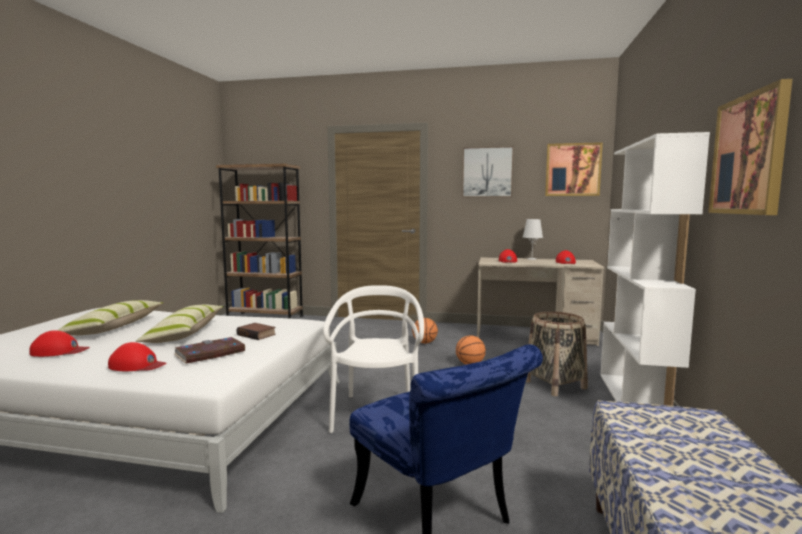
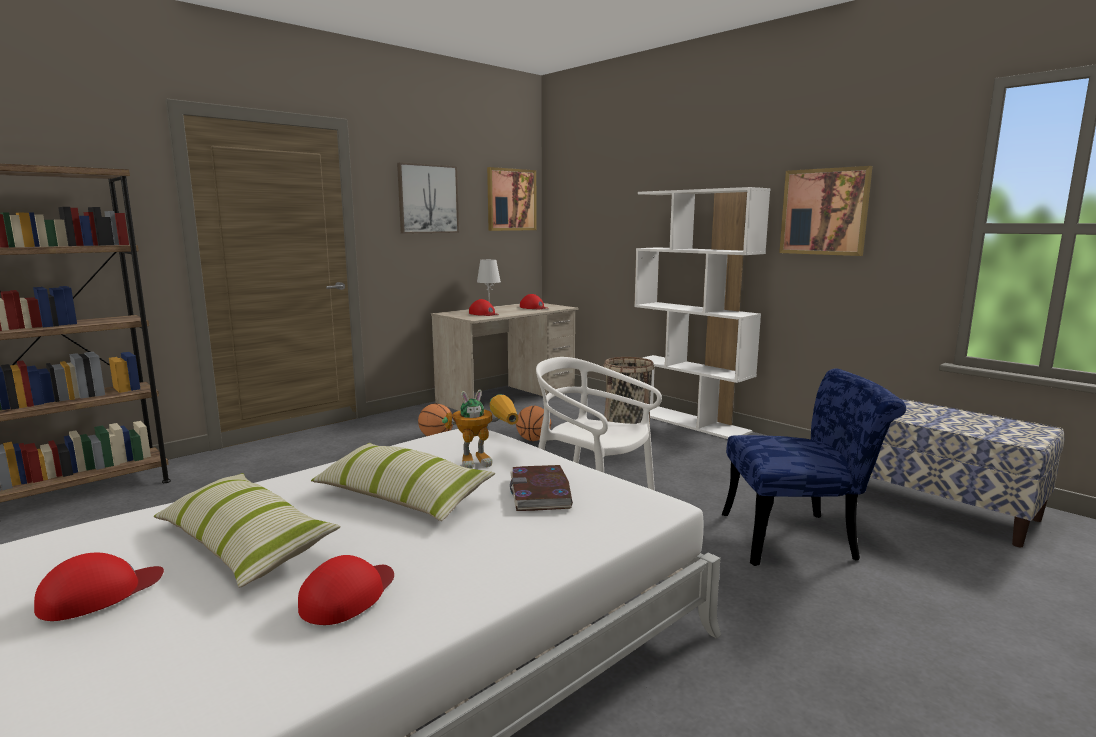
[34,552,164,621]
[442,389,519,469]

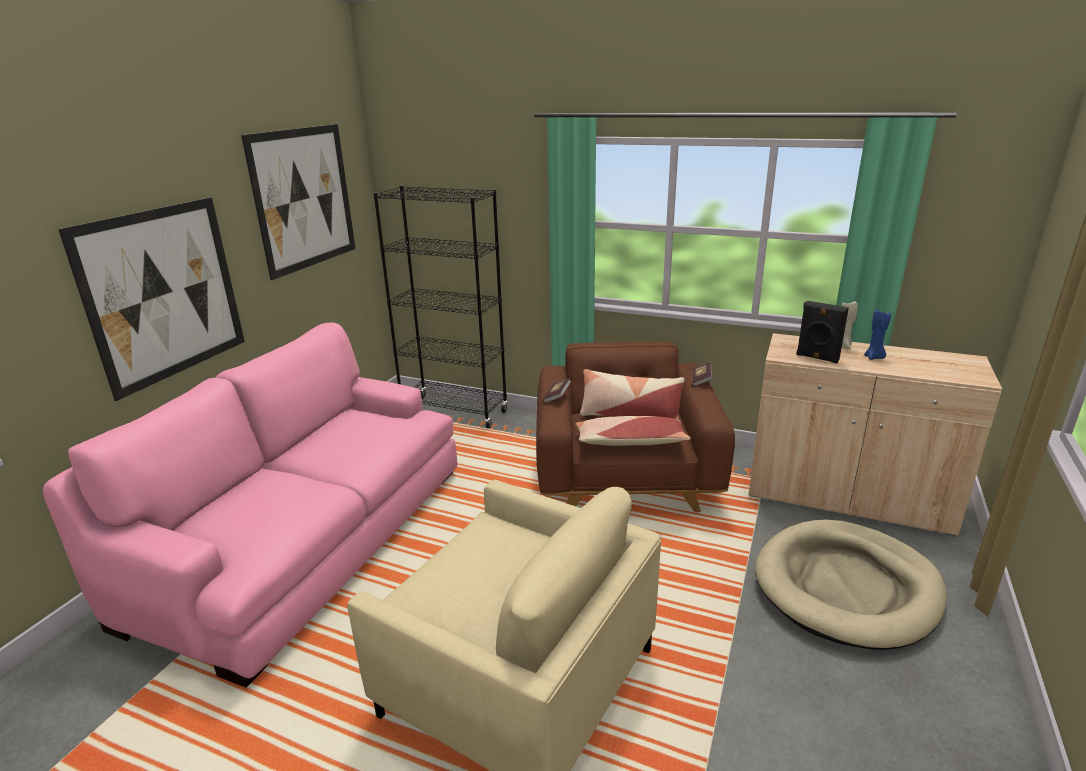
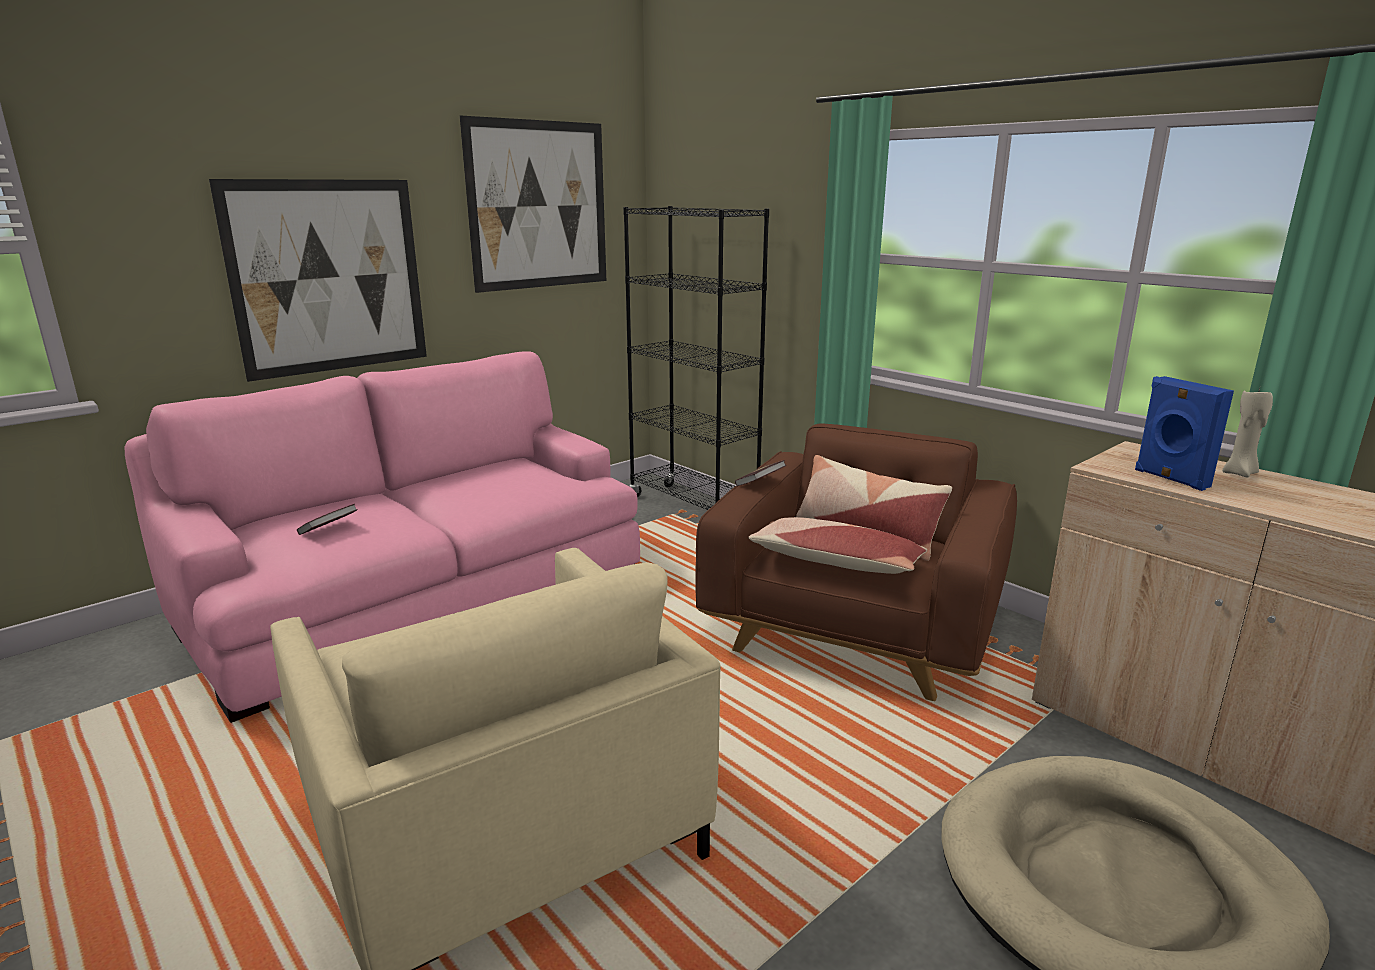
[297,504,358,535]
[1135,376,1234,491]
[864,309,891,360] (first image)

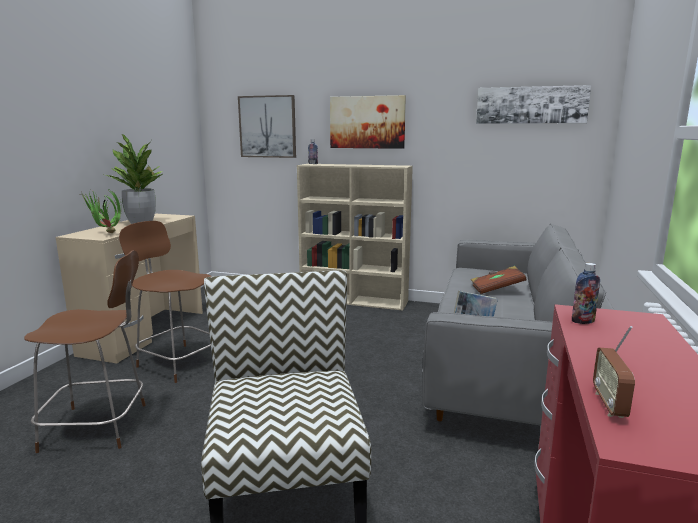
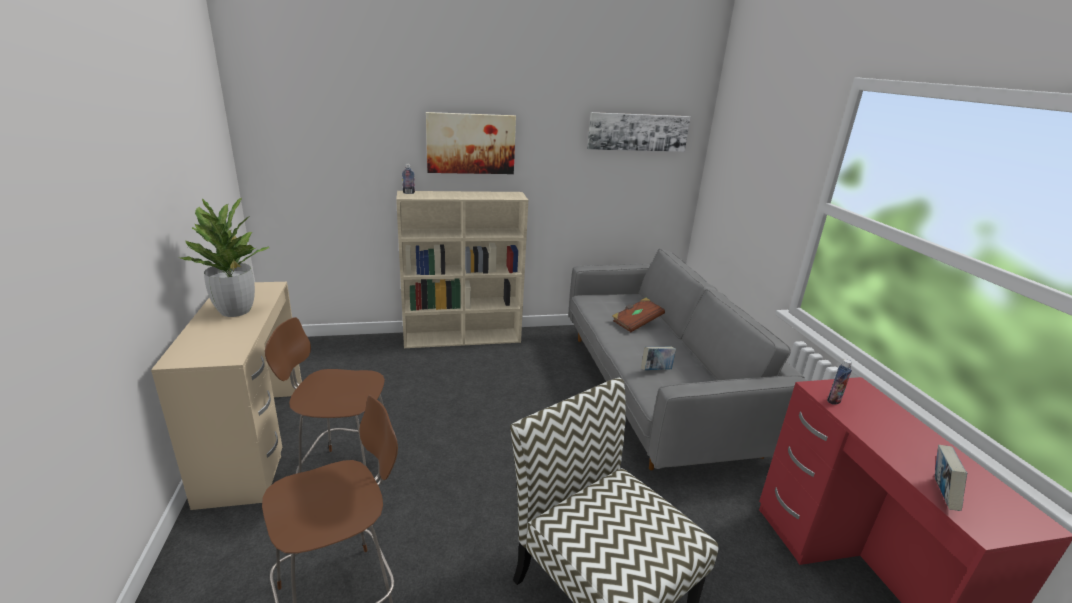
[935,445,967,511]
[80,188,122,233] (first image)
[238,95,296,158] (first image)

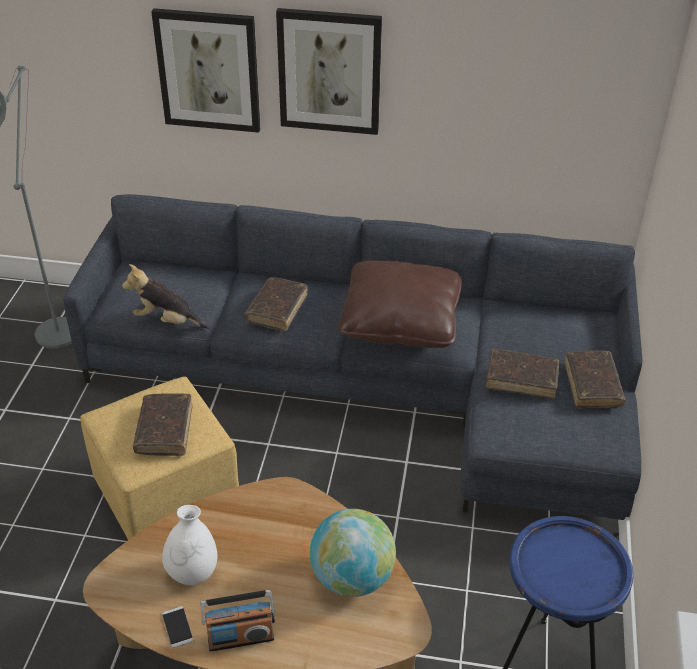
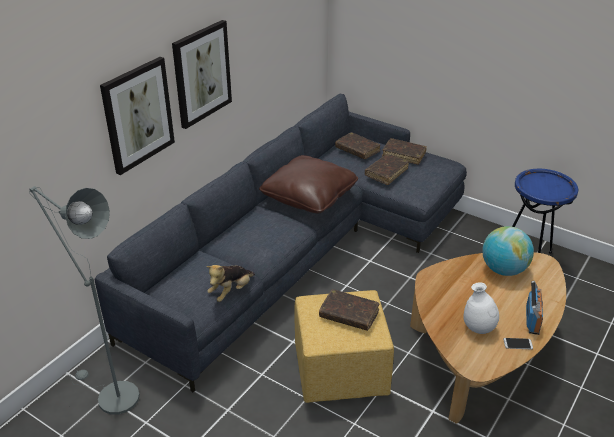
[335,132,380,159]

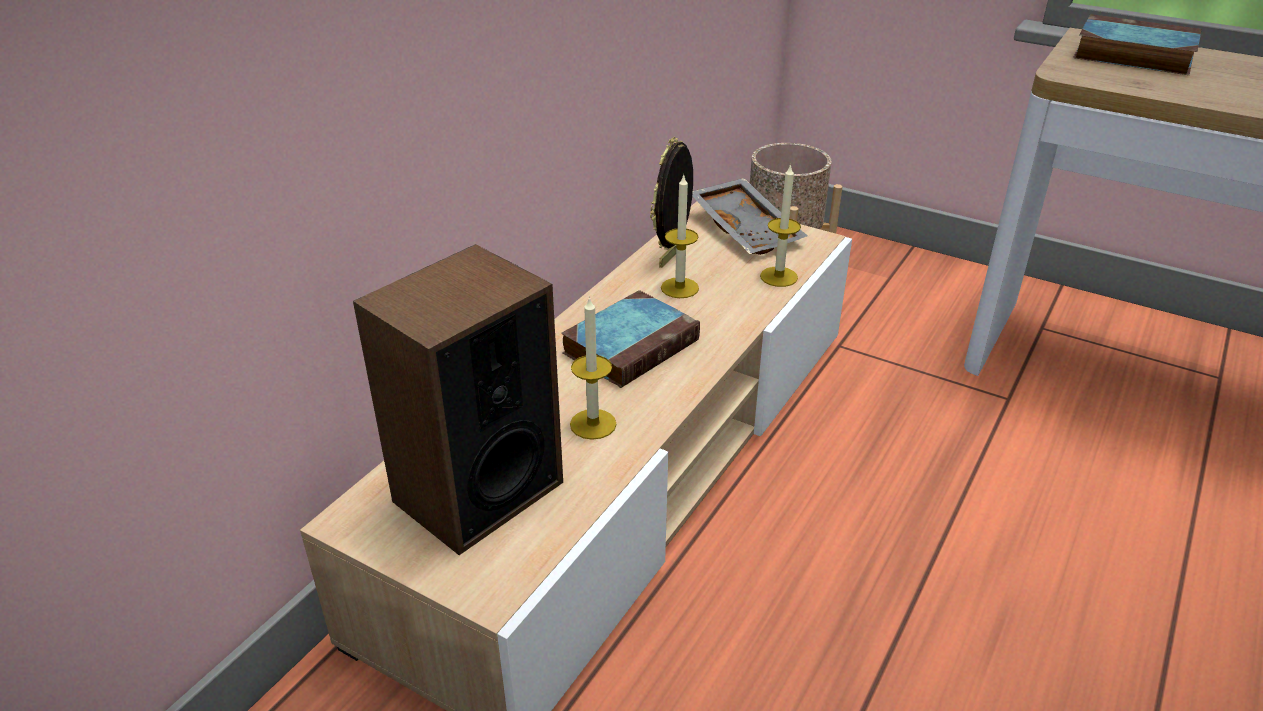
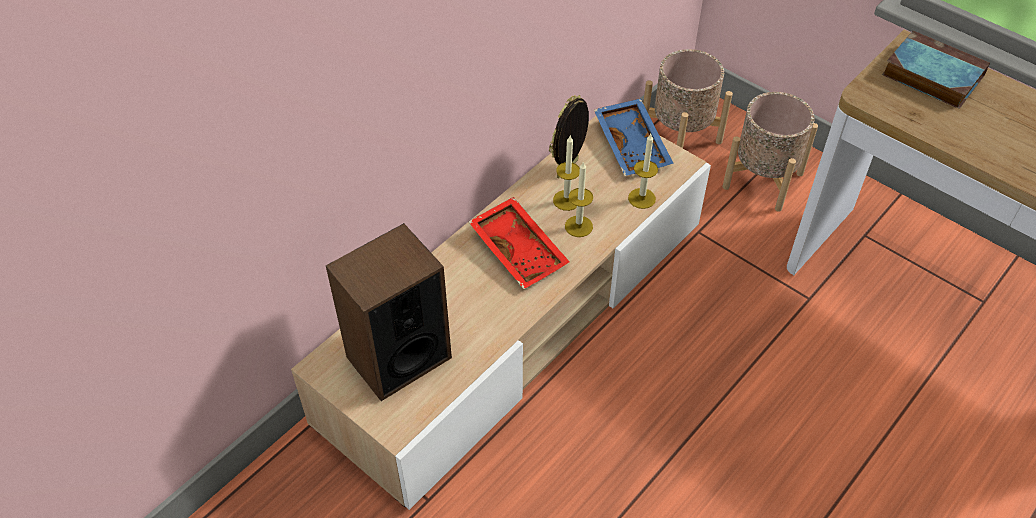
[468,197,570,289]
[565,161,593,237]
[594,99,674,176]
[722,92,818,212]

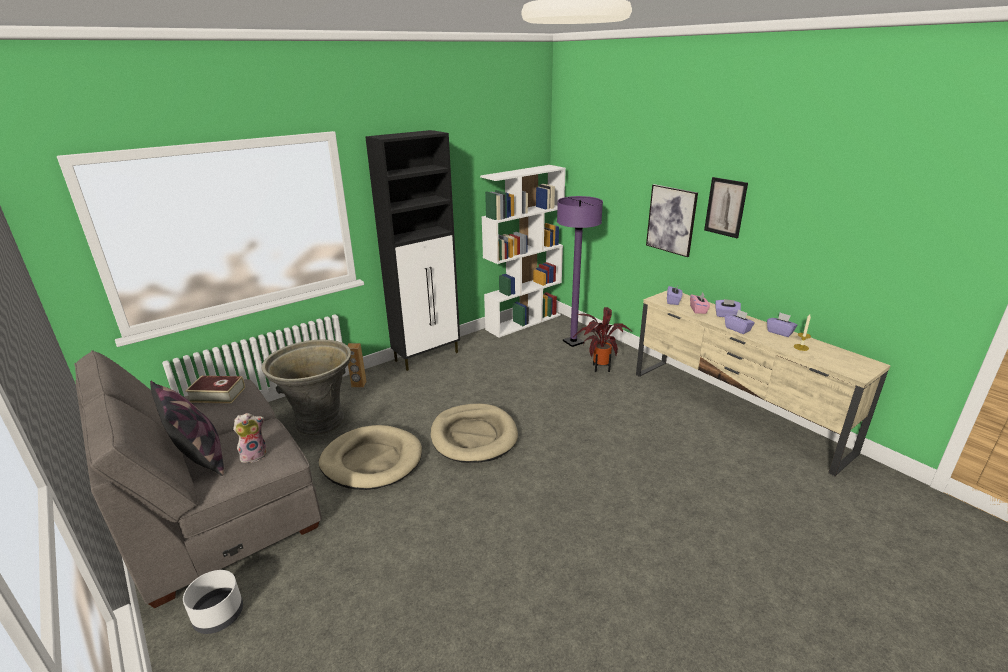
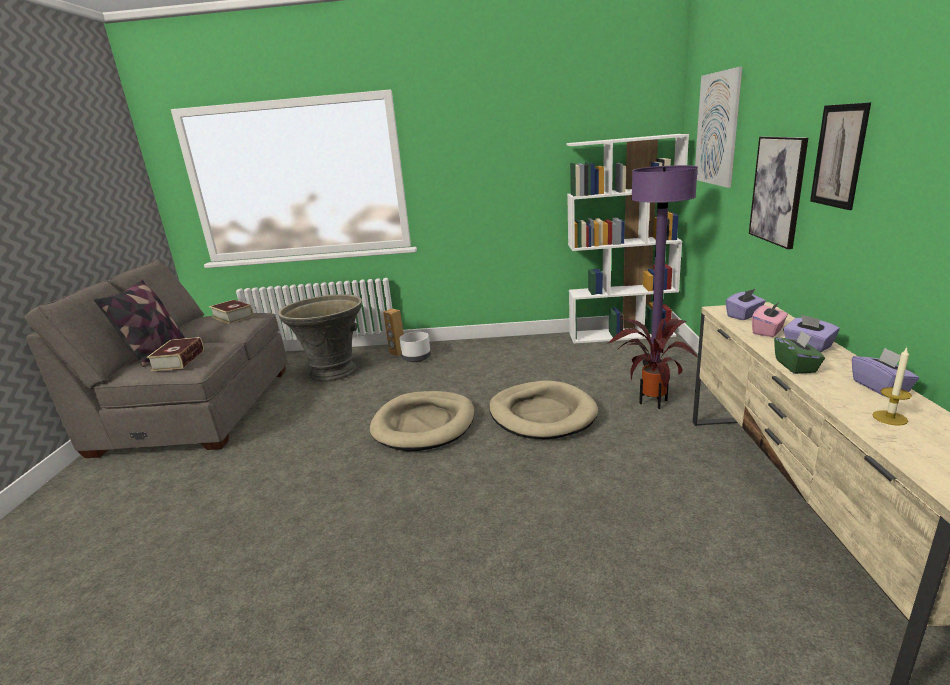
[146,337,204,371]
[399,332,431,362]
[489,381,598,439]
[695,66,742,188]
[774,331,825,374]
[365,130,460,371] (first image)

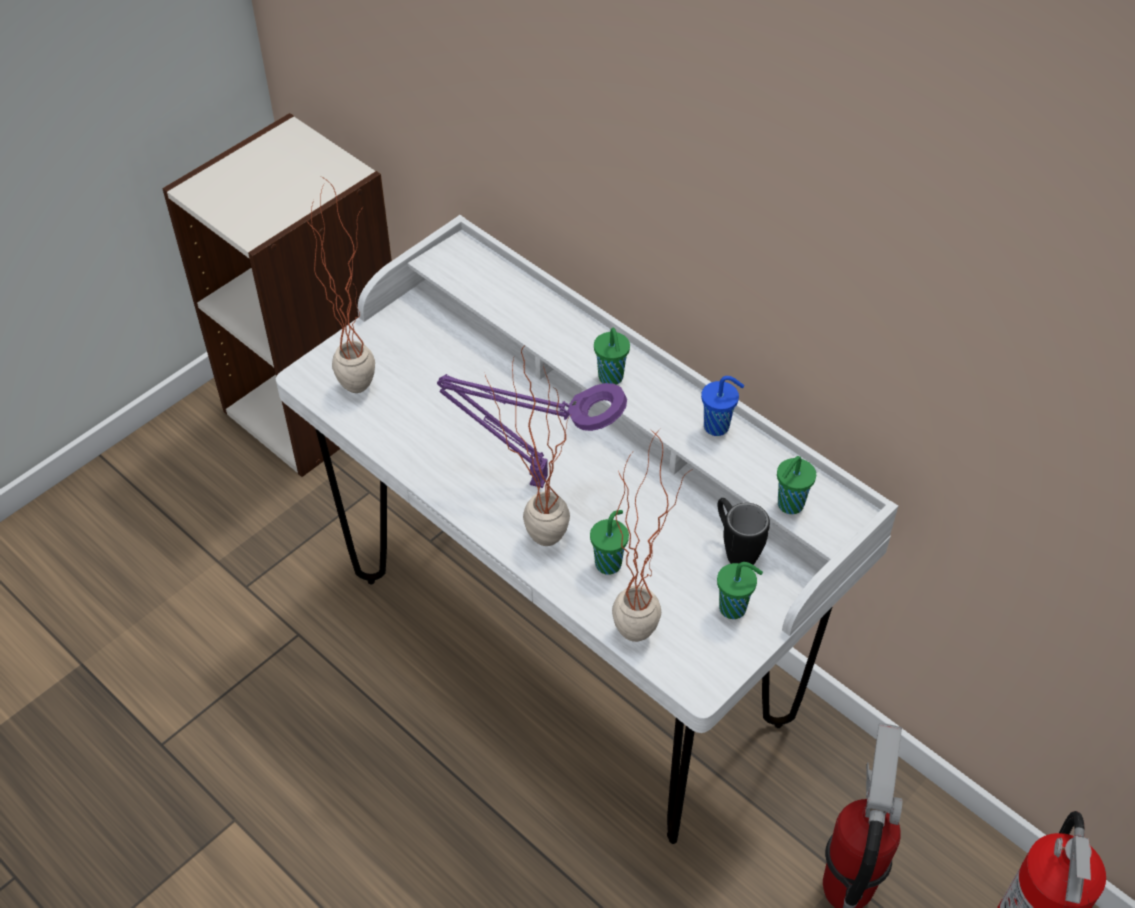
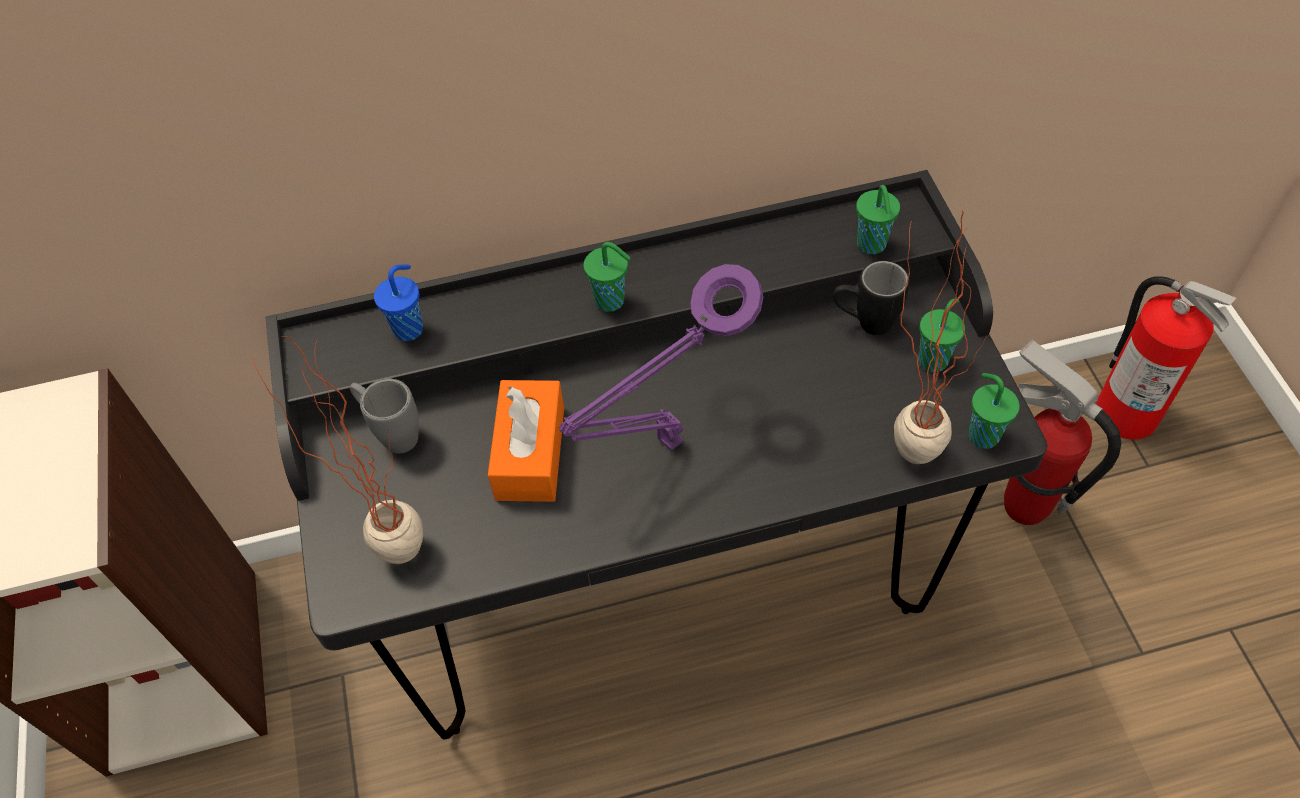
[265,170,1047,740]
[350,379,419,453]
[374,265,423,341]
[488,380,564,502]
[968,373,1020,449]
[485,345,573,546] (first image)

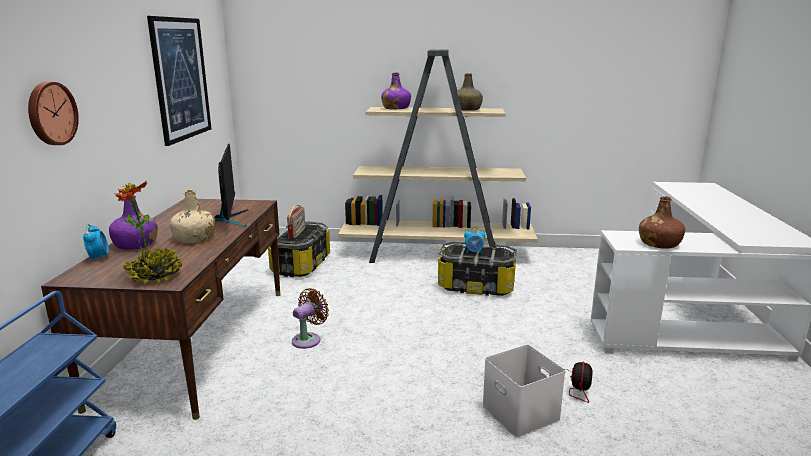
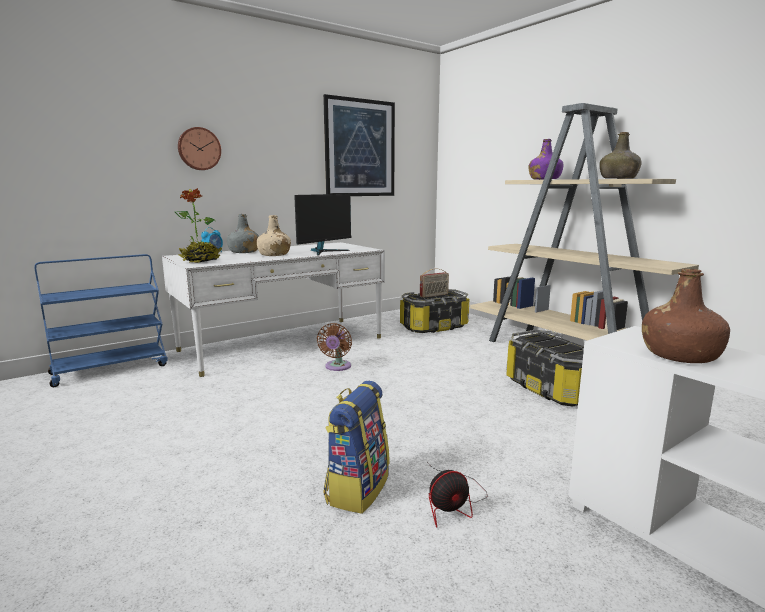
[162,242,385,377]
[227,214,259,253]
[317,323,352,371]
[323,381,389,514]
[464,227,486,253] (first image)

